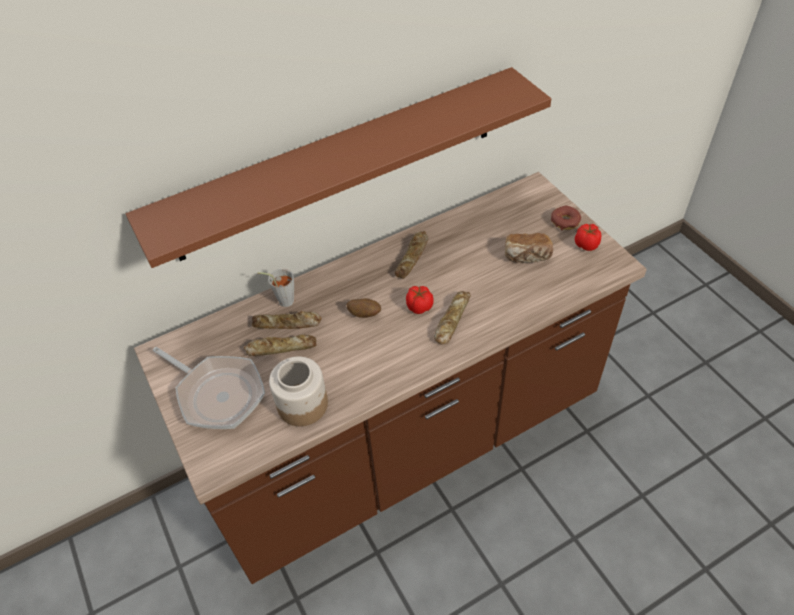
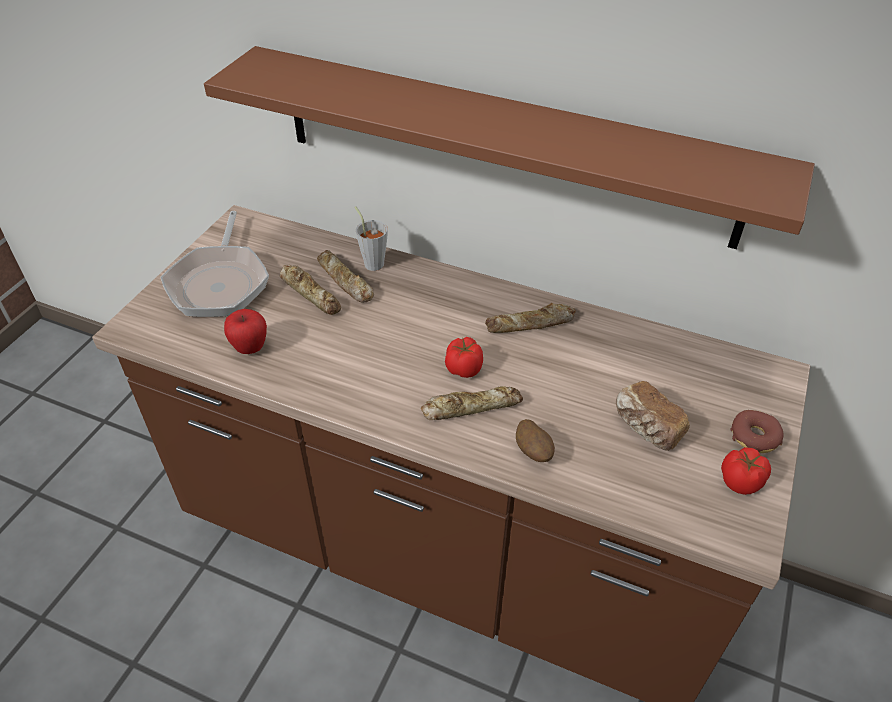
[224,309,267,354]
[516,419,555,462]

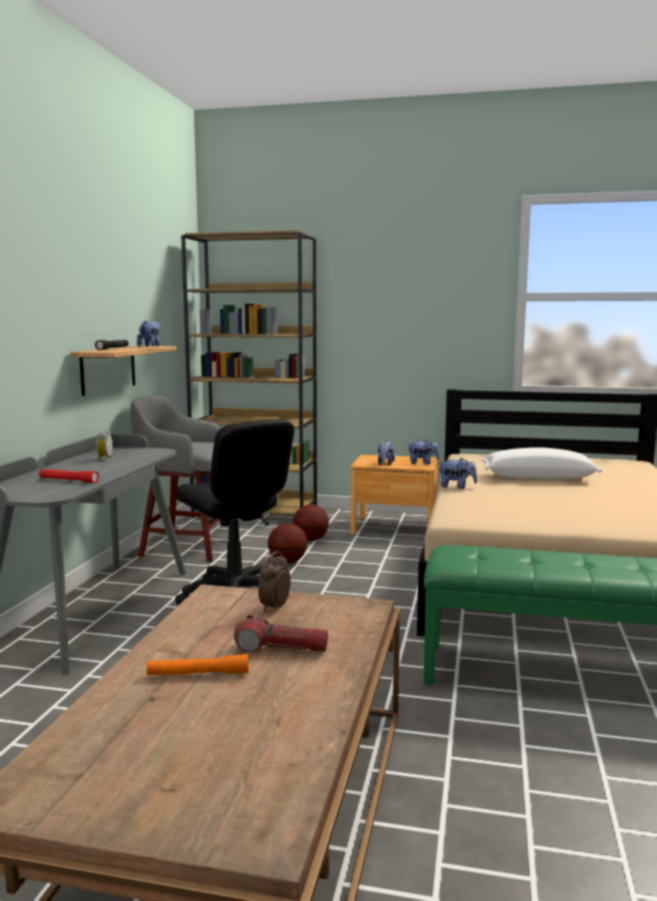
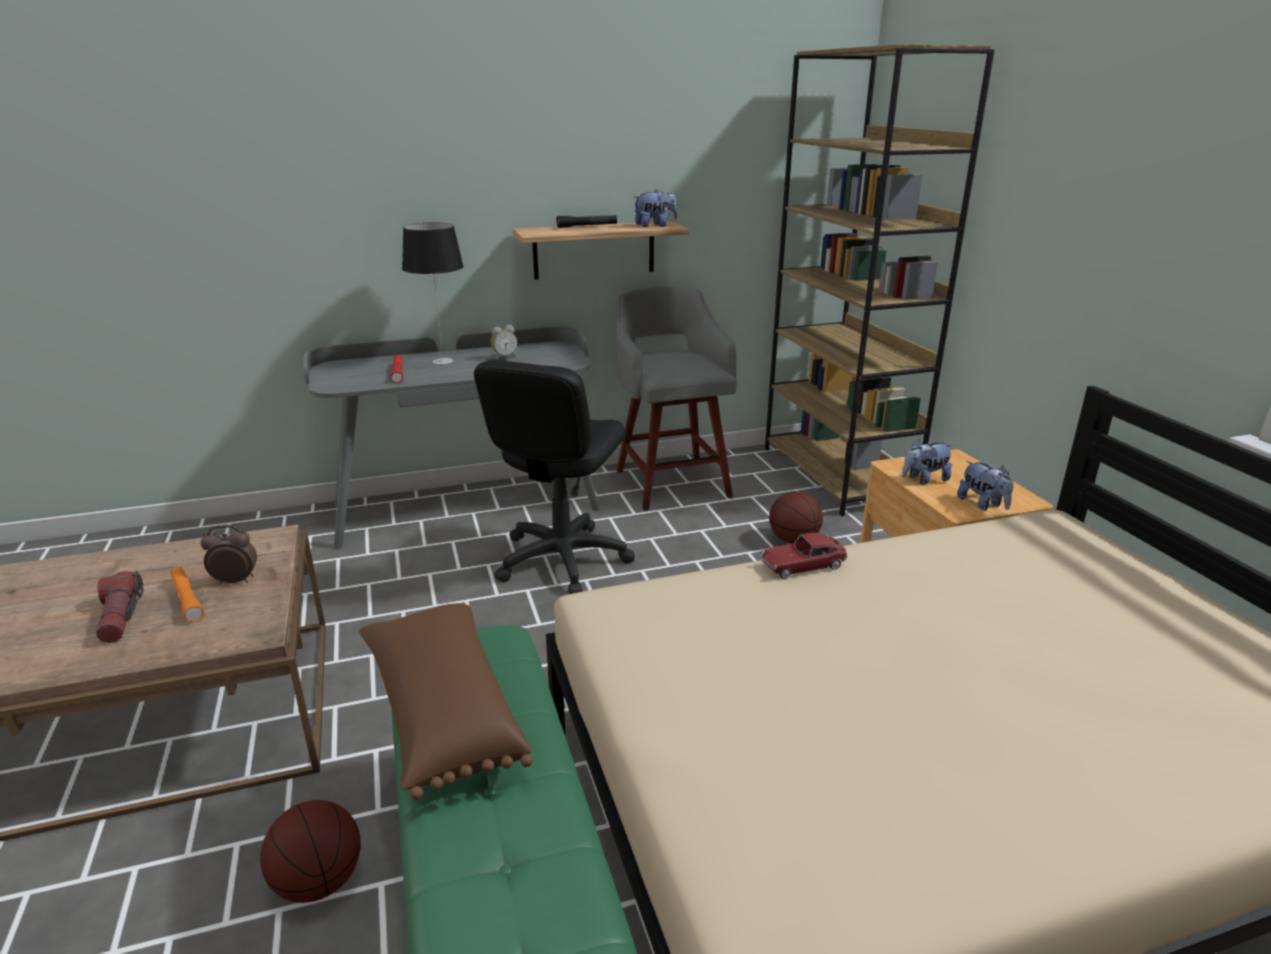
[170,567,204,623]
[260,800,361,903]
[359,603,533,800]
[402,223,464,364]
[761,533,848,579]
[482,447,602,479] (first image)

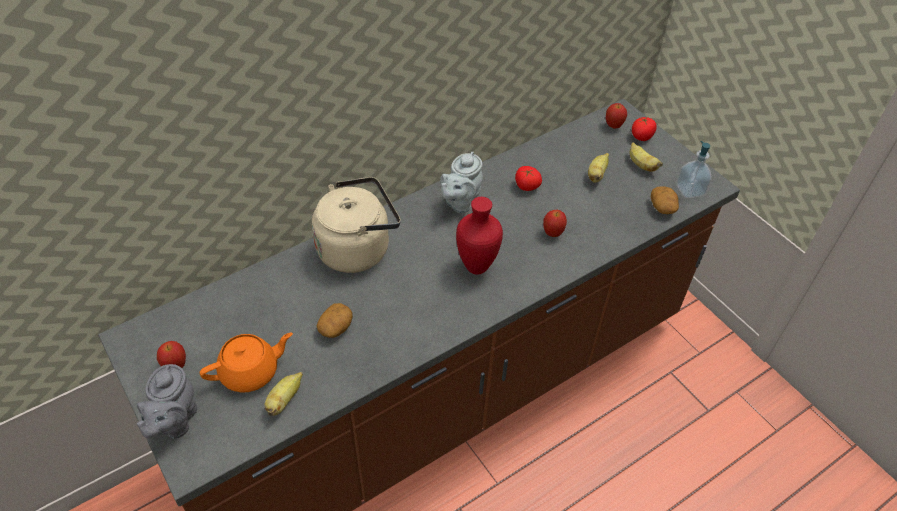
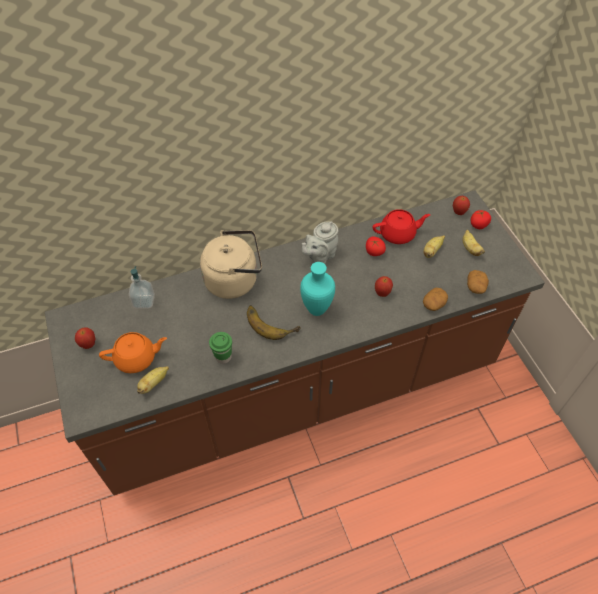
[129,266,155,309]
[209,332,232,364]
[247,305,301,340]
[300,262,335,316]
[373,209,431,244]
[423,287,448,311]
[137,364,197,439] (first image)

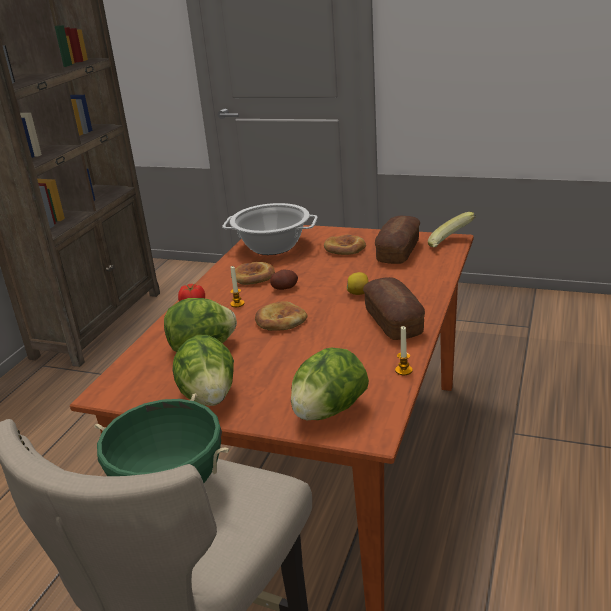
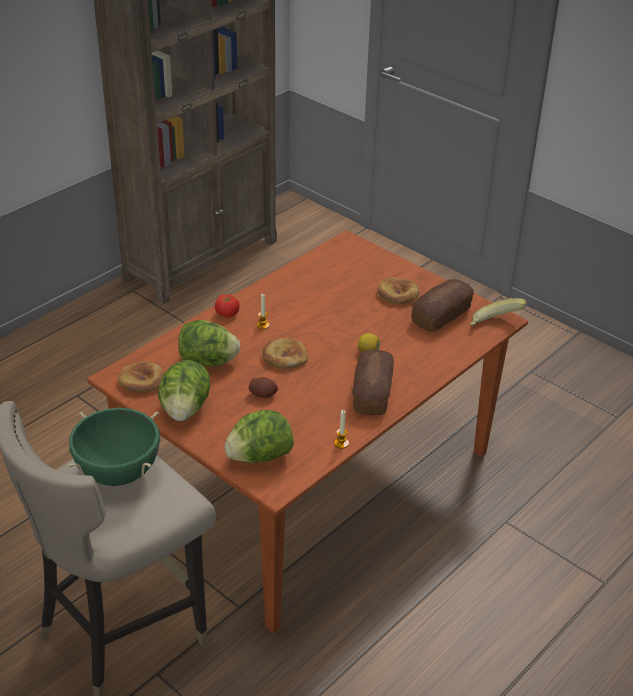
[118,361,164,393]
[248,377,278,398]
[222,203,318,255] (first image)

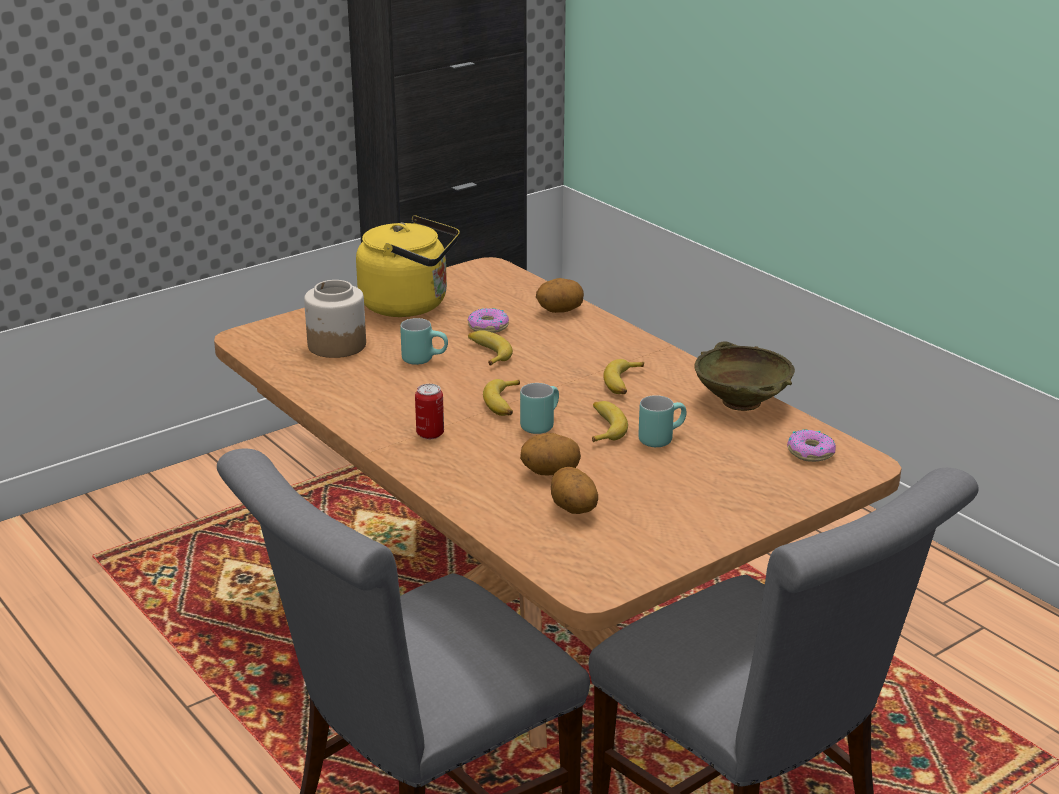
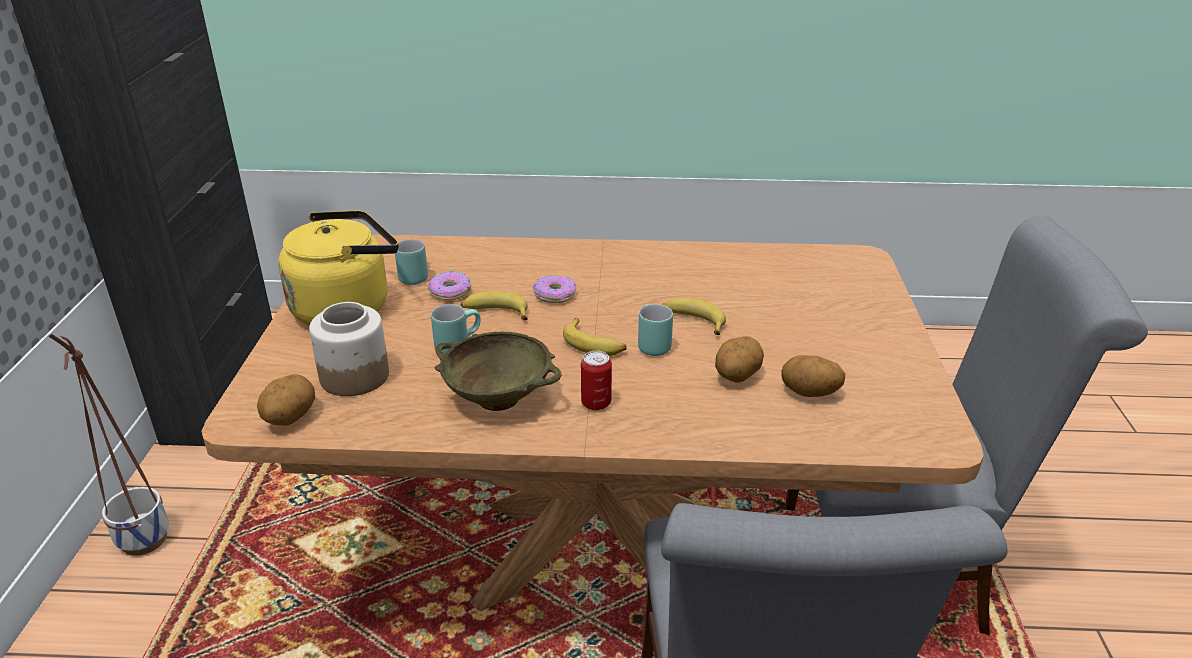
[48,334,169,556]
[257,374,315,426]
[395,239,428,285]
[434,332,562,411]
[533,275,576,303]
[603,359,644,394] (first image)

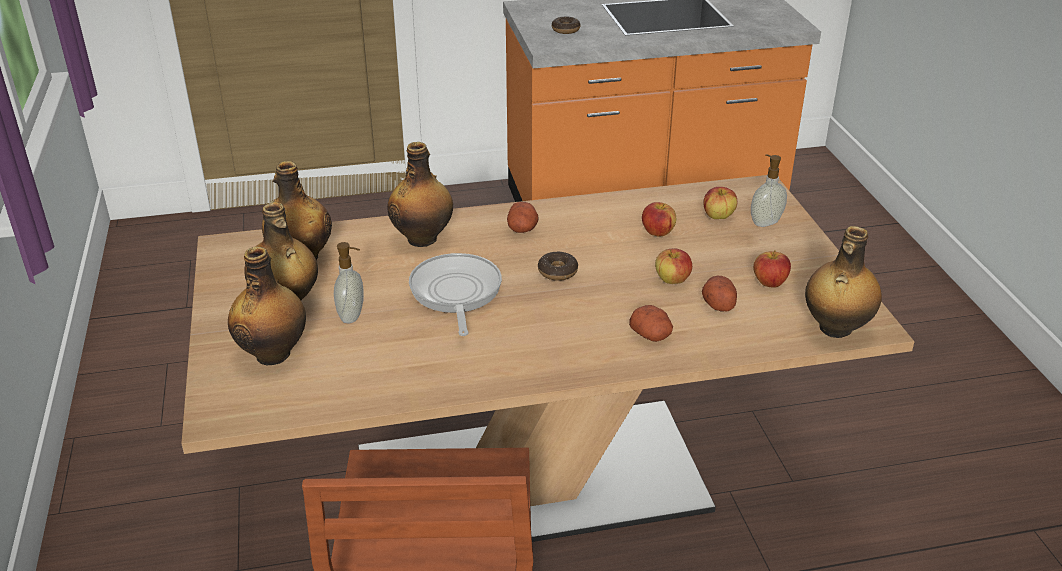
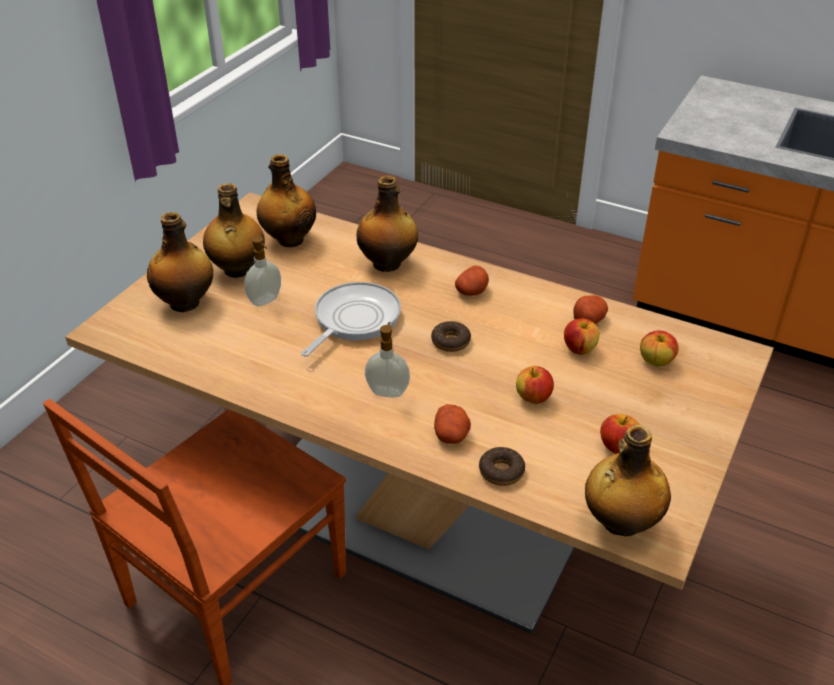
[365,322,410,398]
[479,447,525,486]
[573,295,608,324]

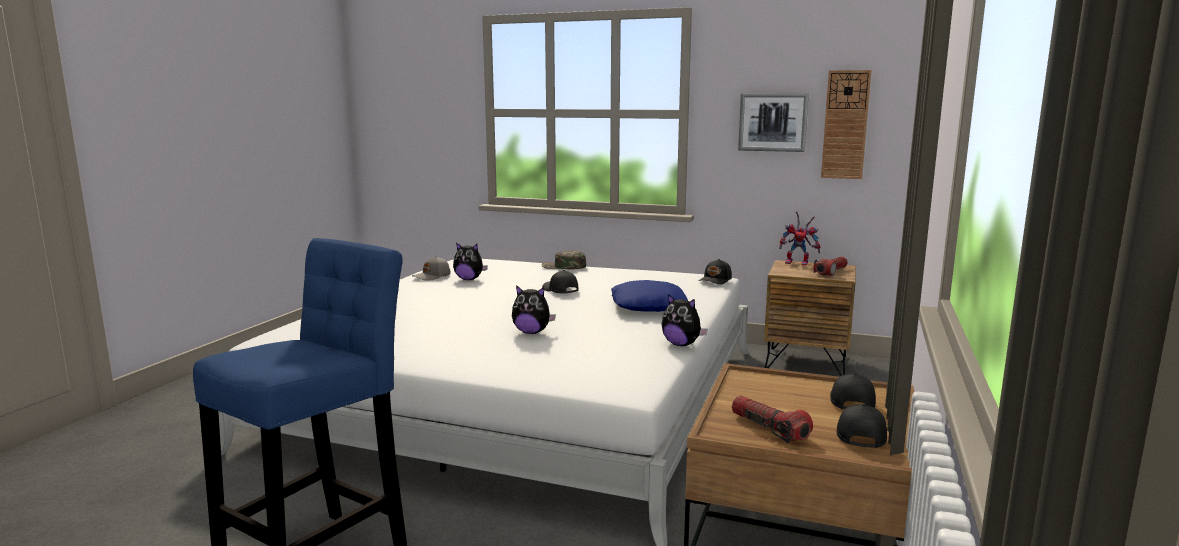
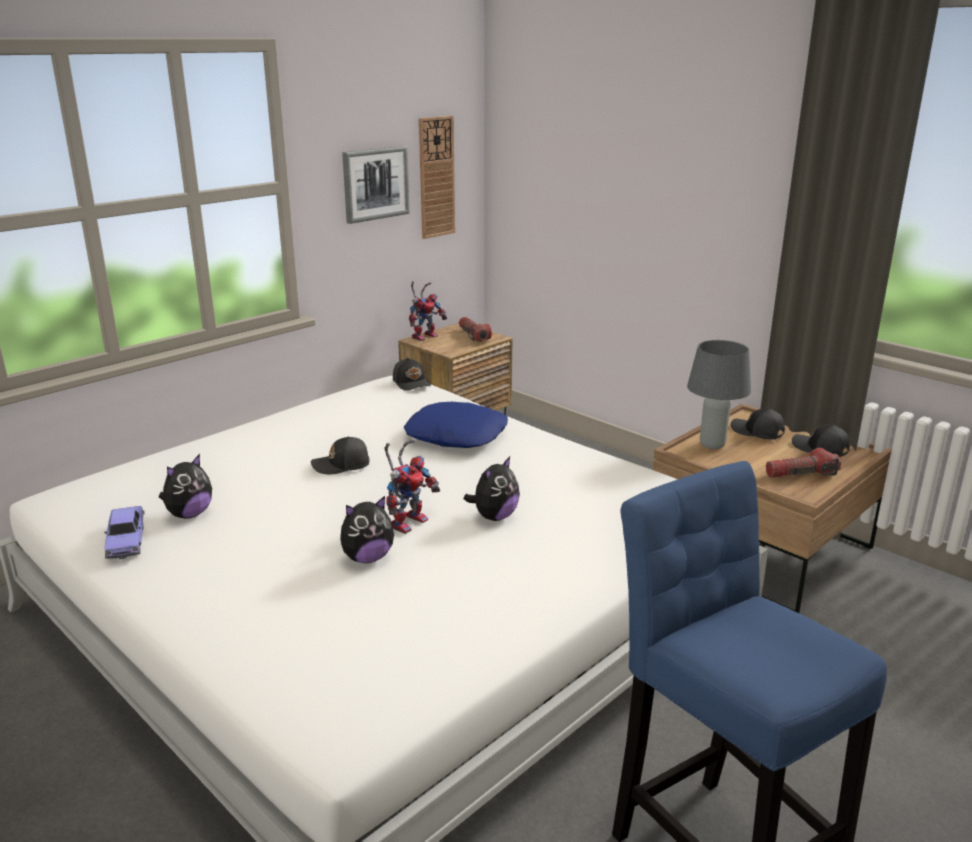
[104,506,145,559]
[340,496,394,563]
[384,439,440,534]
[687,340,751,449]
[541,250,586,269] (first image)

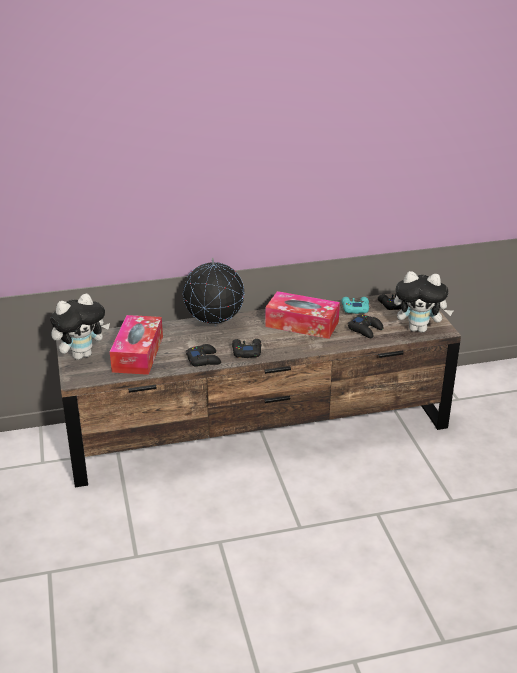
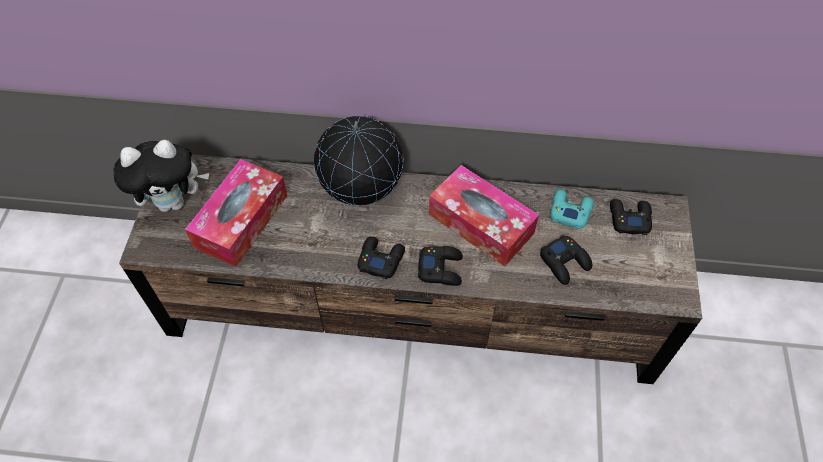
[418,246,463,286]
[394,271,453,333] (first image)

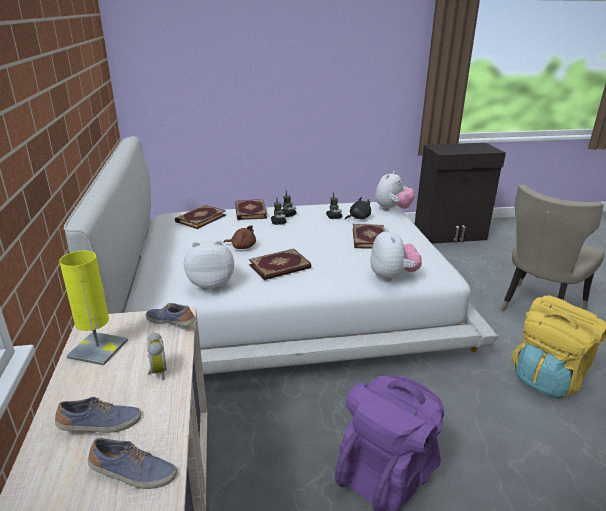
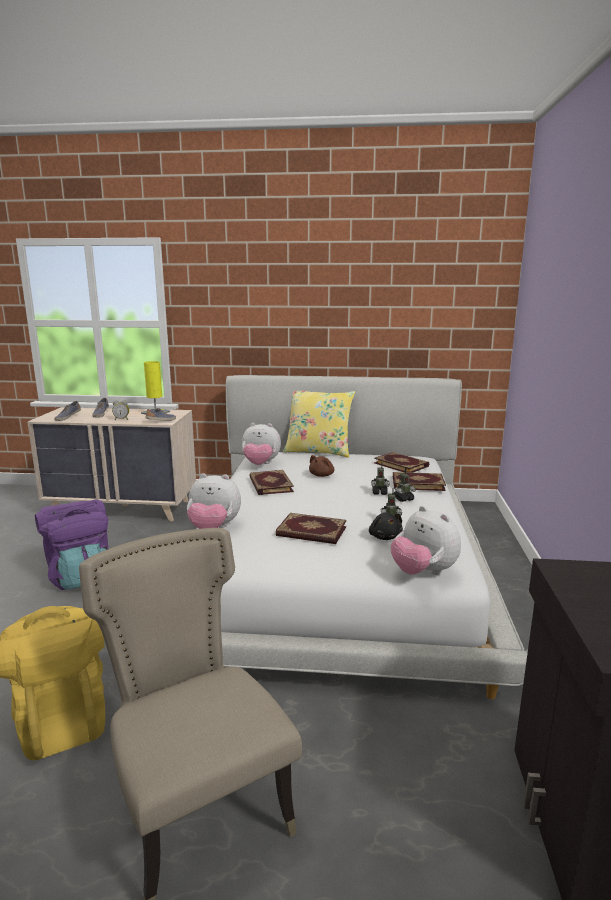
[242,423,281,465]
[283,391,355,458]

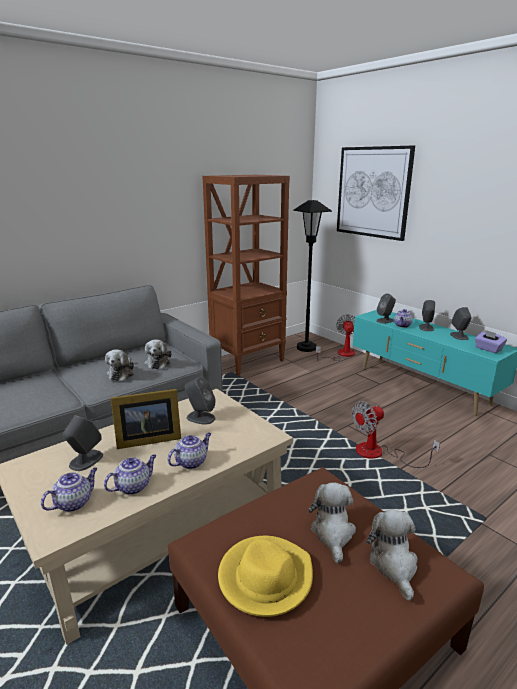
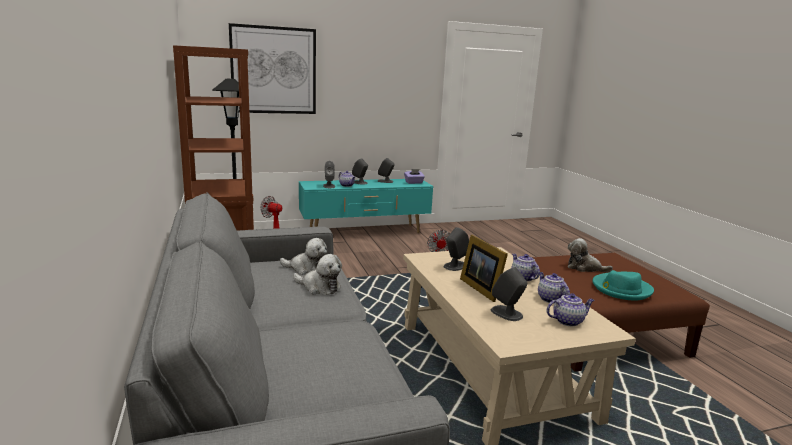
[460,235,508,302]
[546,293,594,326]
[592,270,654,300]
[366,510,418,601] (first image)

